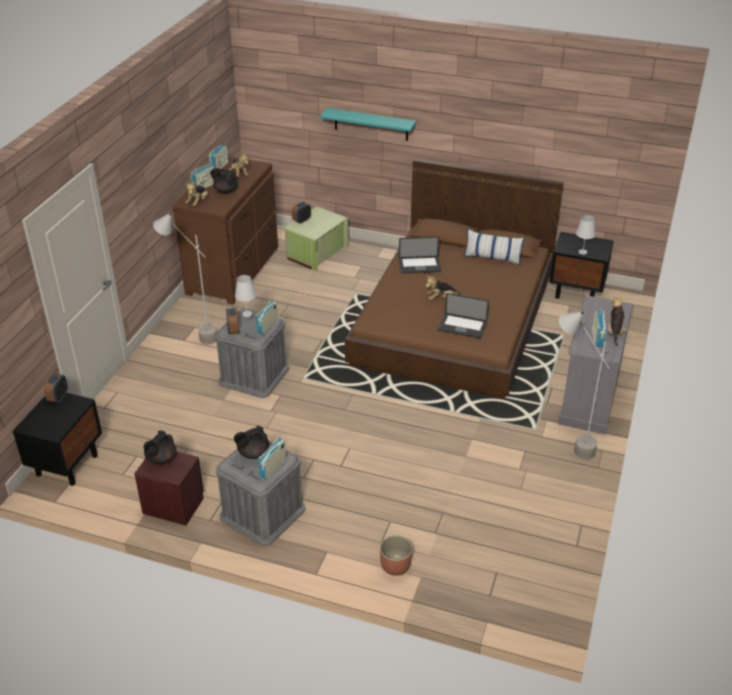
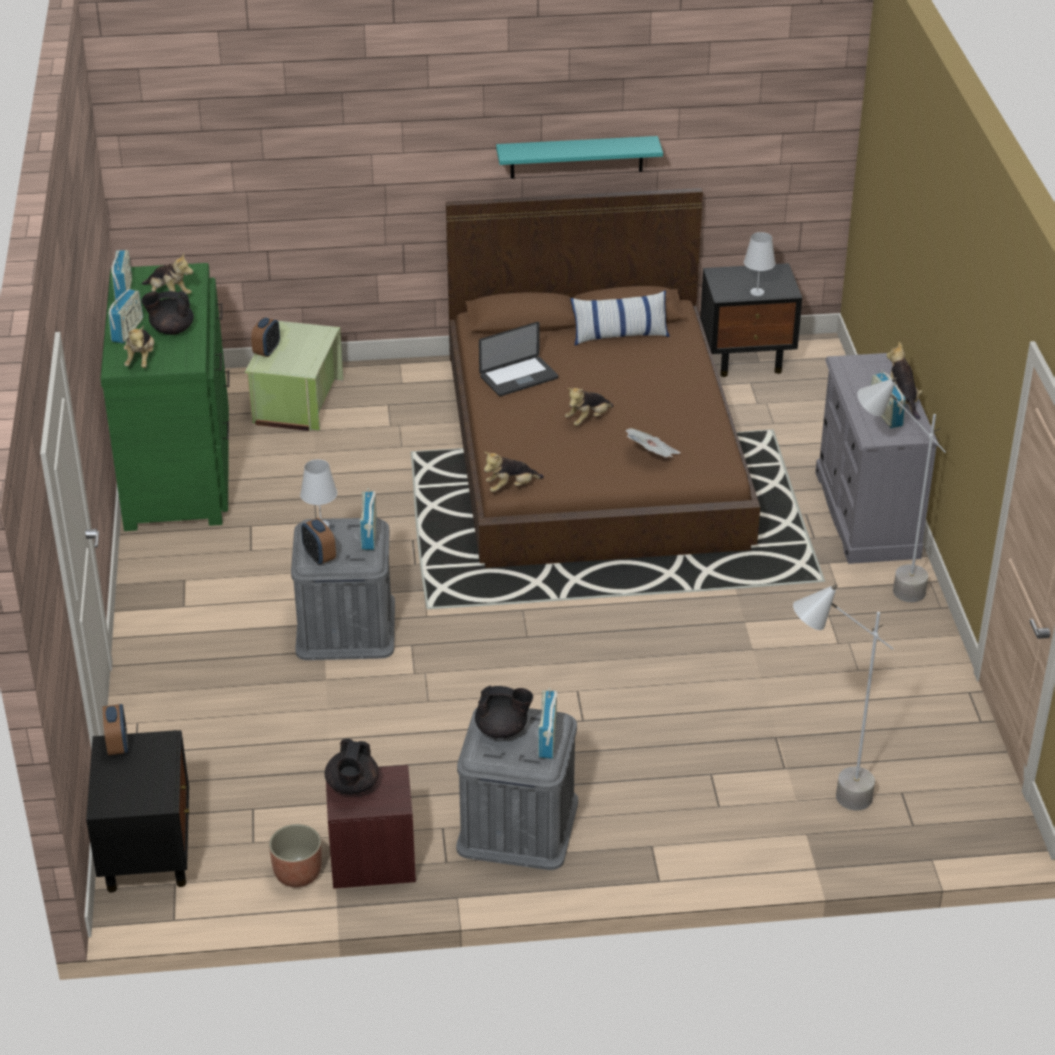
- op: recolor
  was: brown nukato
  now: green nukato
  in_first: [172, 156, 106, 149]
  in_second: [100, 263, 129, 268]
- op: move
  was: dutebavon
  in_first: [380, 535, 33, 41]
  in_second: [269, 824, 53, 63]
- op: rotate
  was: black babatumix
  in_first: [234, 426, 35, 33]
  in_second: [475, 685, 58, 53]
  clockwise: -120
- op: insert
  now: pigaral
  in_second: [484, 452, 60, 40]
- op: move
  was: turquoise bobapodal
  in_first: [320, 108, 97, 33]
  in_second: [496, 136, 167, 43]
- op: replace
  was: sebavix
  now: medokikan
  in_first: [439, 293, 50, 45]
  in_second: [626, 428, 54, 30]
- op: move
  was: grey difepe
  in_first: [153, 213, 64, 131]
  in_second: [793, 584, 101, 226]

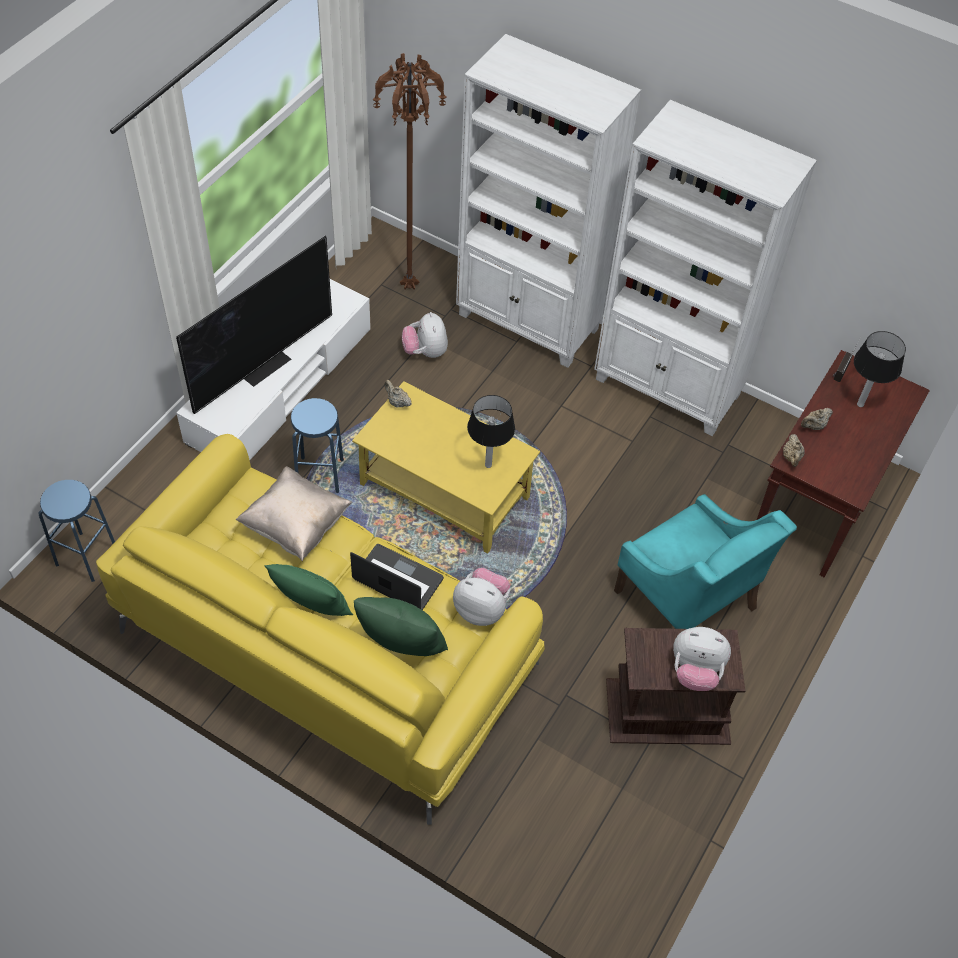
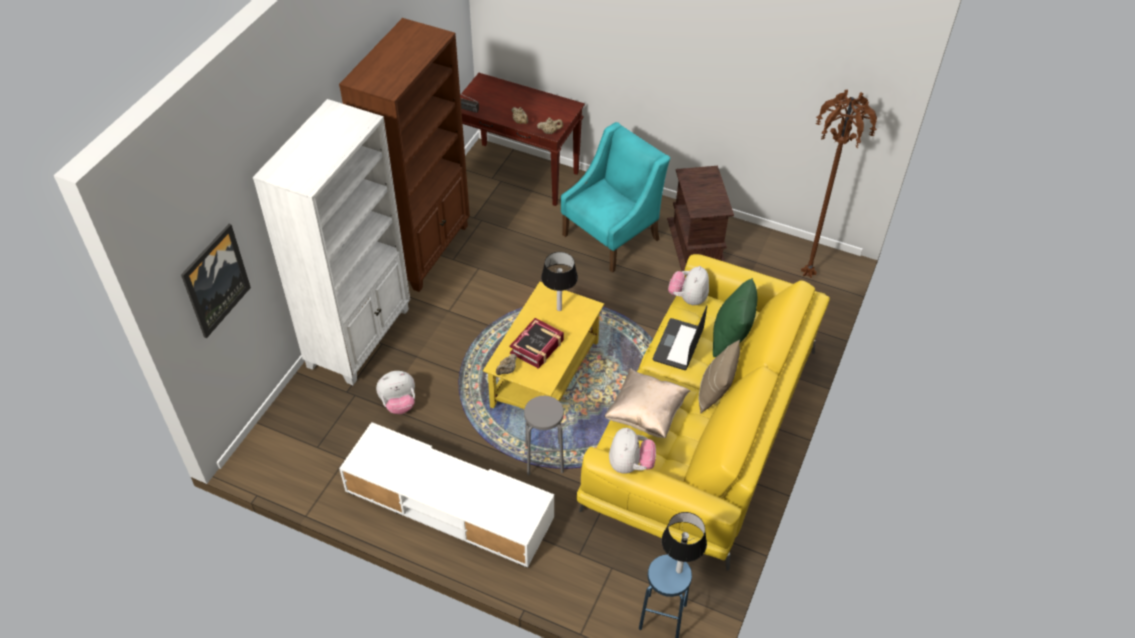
- op: insert
  now: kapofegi
  in_second: [181, 224, 70, 115]
- op: recolor
  was: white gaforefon
  now: brown gaforefon
  in_first: [594, 100, 223, 336]
  in_second: [339, 18, 131, 274]
- op: insert
  now: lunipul
  in_second: [509, 318, 55, 51]
- op: recolor
  was: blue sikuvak
  now: grey sikuvak
  in_first: [291, 398, 53, 95]
  in_second: [524, 396, 40, 80]
- op: move
  was: pigaral
  in_first: [673, 627, 58, 64]
  in_second: [609, 428, 47, 46]
- op: move
  was: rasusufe
  in_first: [854, 331, 52, 76]
  in_second: [662, 512, 45, 61]
- op: recolor
  was: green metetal
  now: beige metetal
  in_first: [264, 564, 89, 52]
  in_second: [699, 340, 41, 74]
- op: move
  was: brown difepe
  in_first: [372, 53, 75, 236]
  in_second: [801, 90, 76, 188]
- op: delete
  was: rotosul
  in_first: [176, 236, 156, 178]

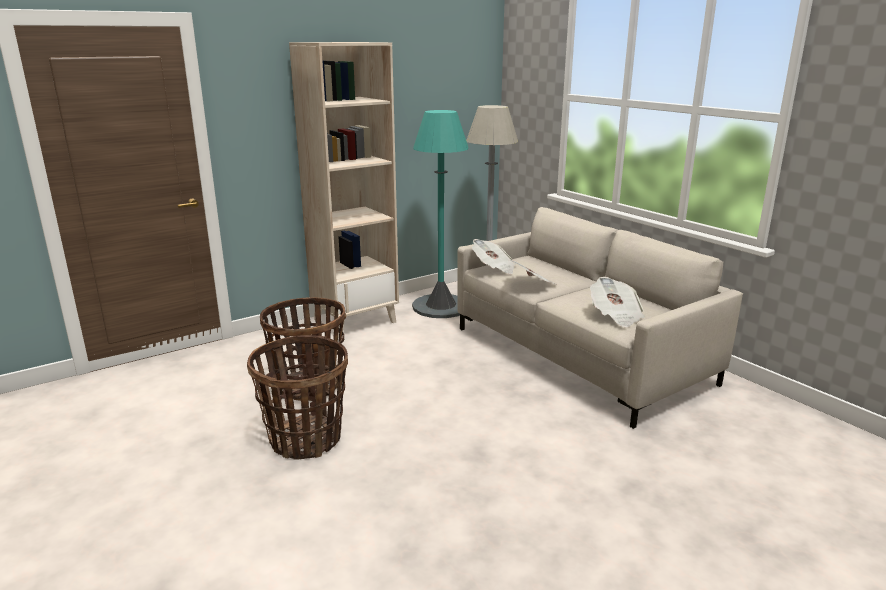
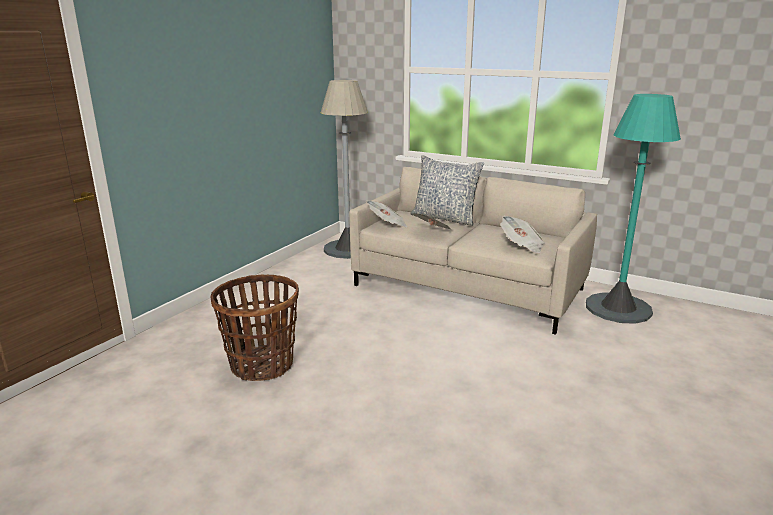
- op: insert
  now: metetal
  in_second: [410, 155, 74, 71]
- op: move
  was: turquoise difepe
  in_first: [412, 110, 57, 208]
  in_second: [586, 94, 95, 230]
- op: delete
  was: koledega
  in_first: [247, 335, 101, 125]
- op: delete
  was: beige gaforefon
  in_first: [289, 42, 110, 296]

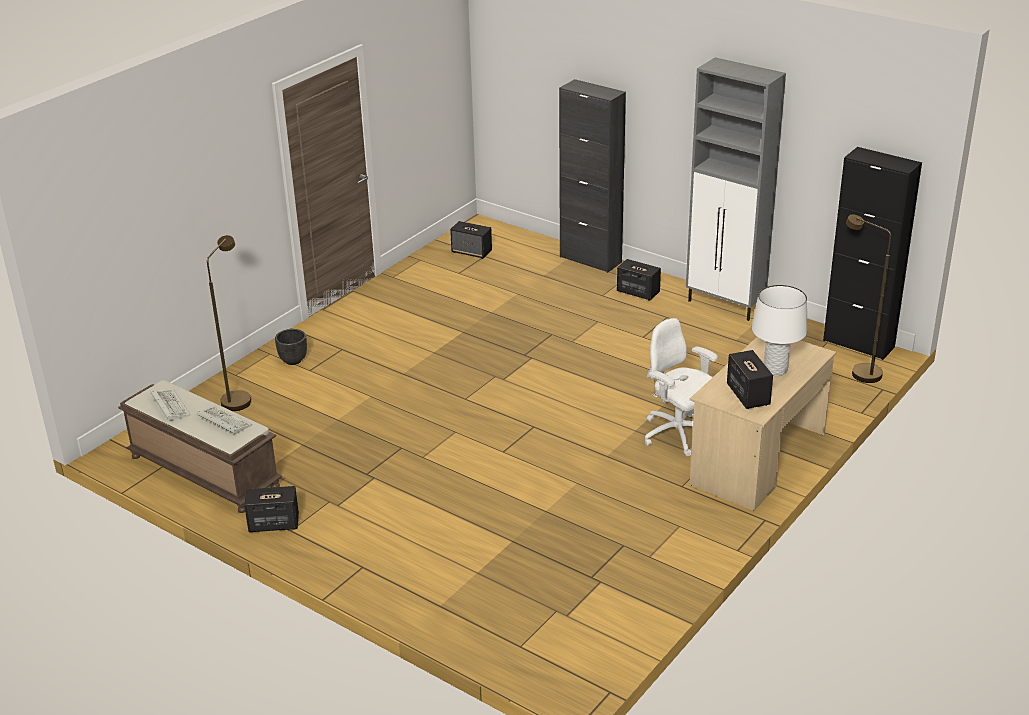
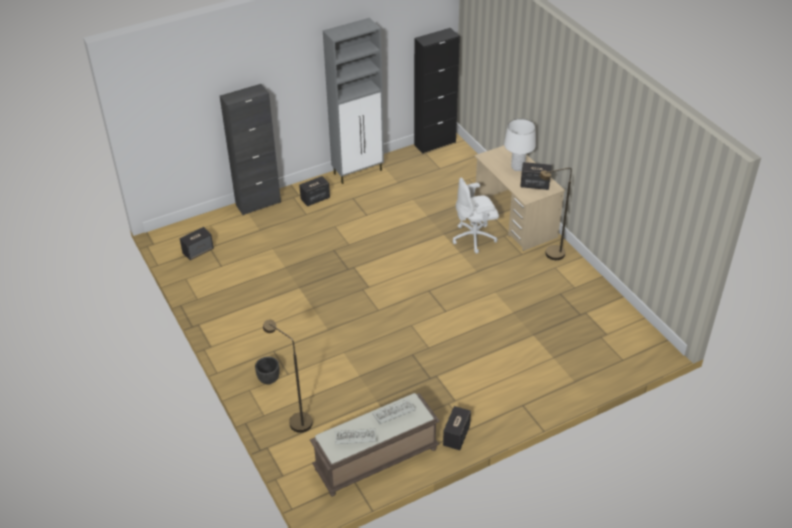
- op: move
  was: brown difepe
  in_first: [846, 214, 45, 169]
  in_second: [539, 168, 33, 92]

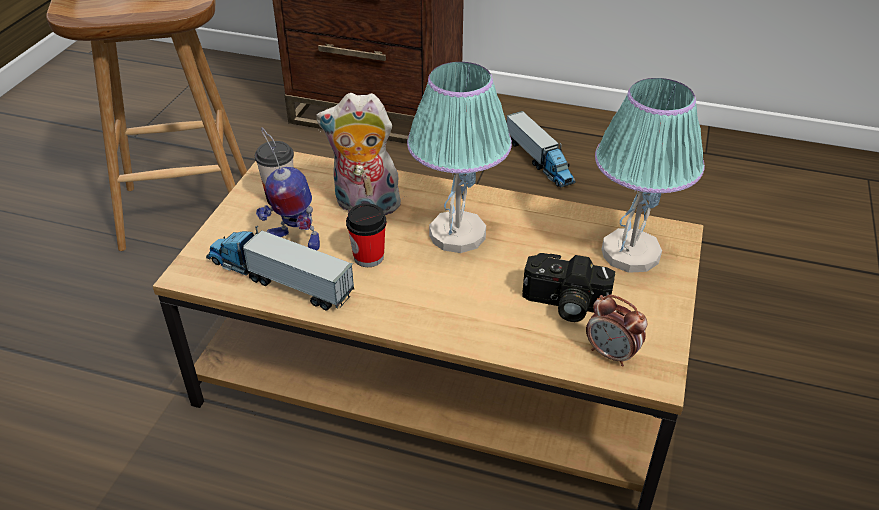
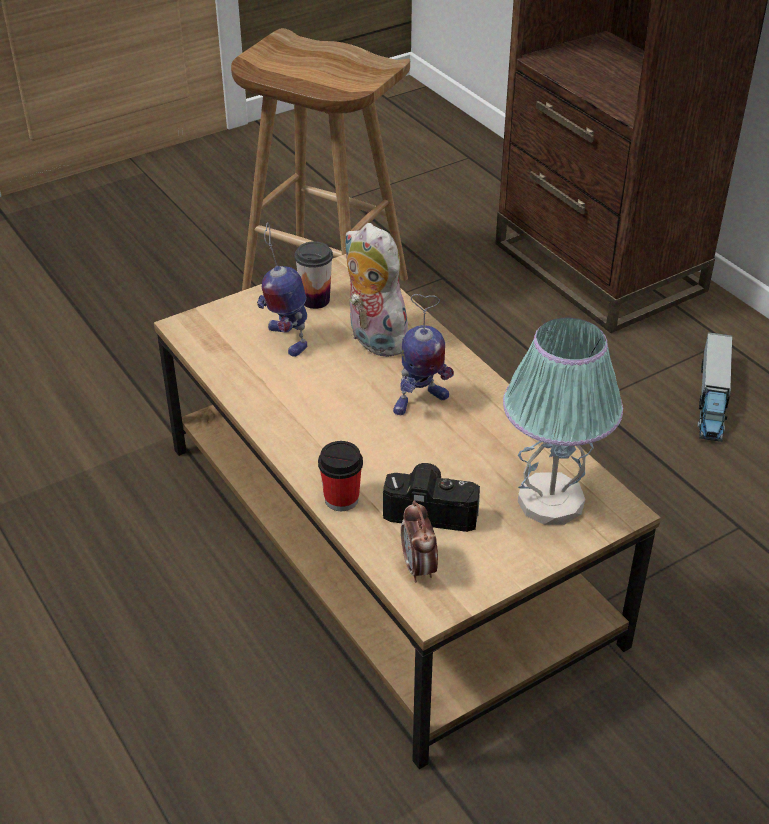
- op: move
  was: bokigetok
  in_first: [346, 203, 41, 64]
  in_second: [318, 441, 45, 70]
- op: rotate
  was: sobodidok
  in_first: [522, 253, 93, 69]
  in_second: [383, 463, 97, 69]
  clockwise: 135
- op: replace
  was: rasusufe
  now: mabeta
  in_first: [407, 62, 105, 191]
  in_second: [393, 294, 61, 121]
- op: delete
  was: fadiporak
  in_first: [206, 226, 148, 84]

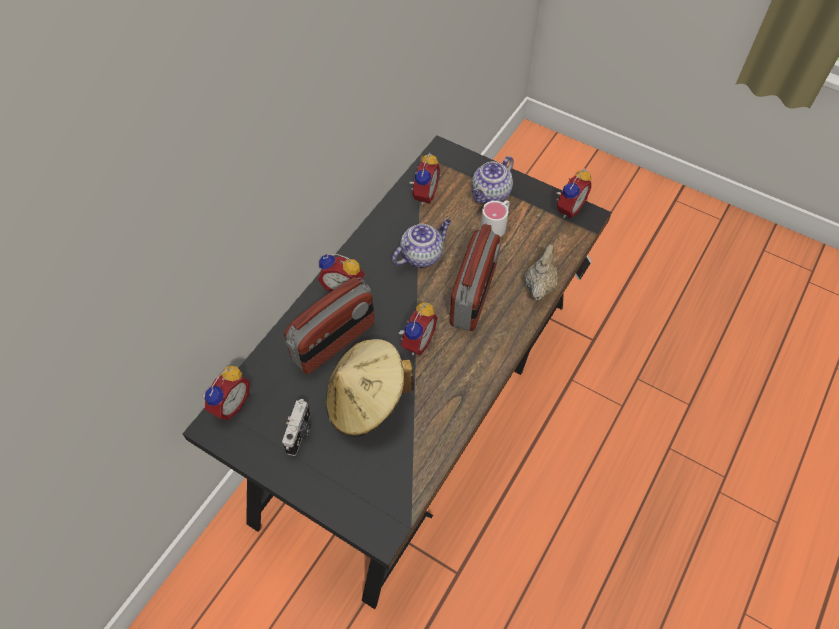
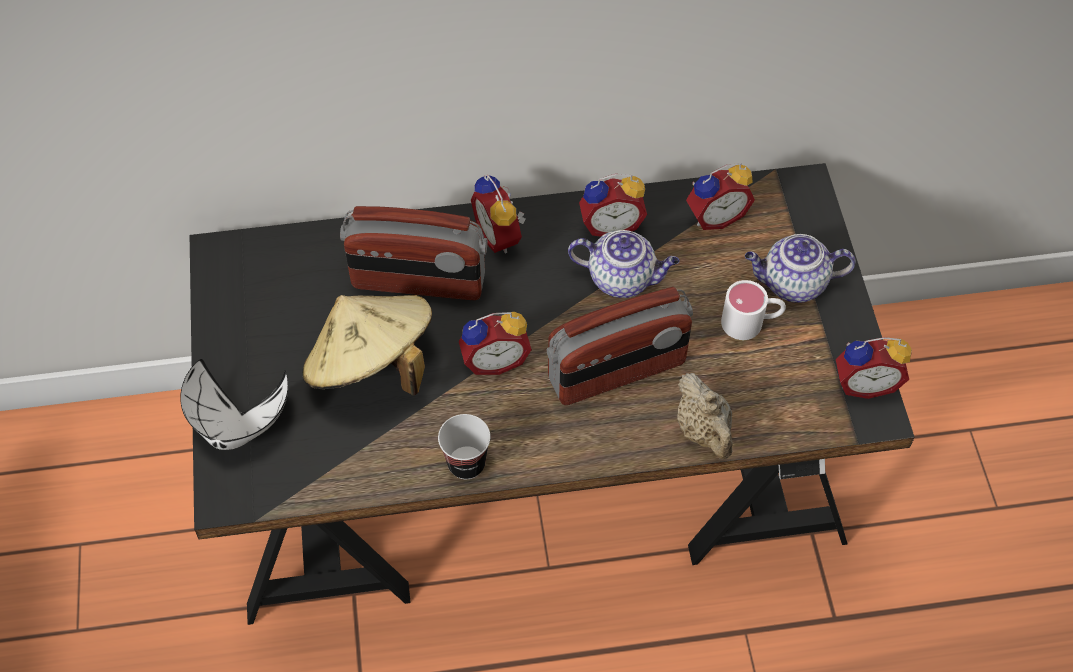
- op: insert
  now: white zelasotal
  in_second: [180, 359, 108, 91]
- op: insert
  now: bokigetok
  in_second: [438, 414, 53, 65]
- op: move
  was: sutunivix
  in_first: [202, 366, 48, 54]
  in_second: [579, 174, 68, 63]
- op: rotate
  was: beige babatumix
  in_first: [524, 244, 34, 56]
  in_second: [677, 373, 56, 86]
  clockwise: 90
- op: delete
  was: sobodidok
  in_first: [282, 399, 29, 57]

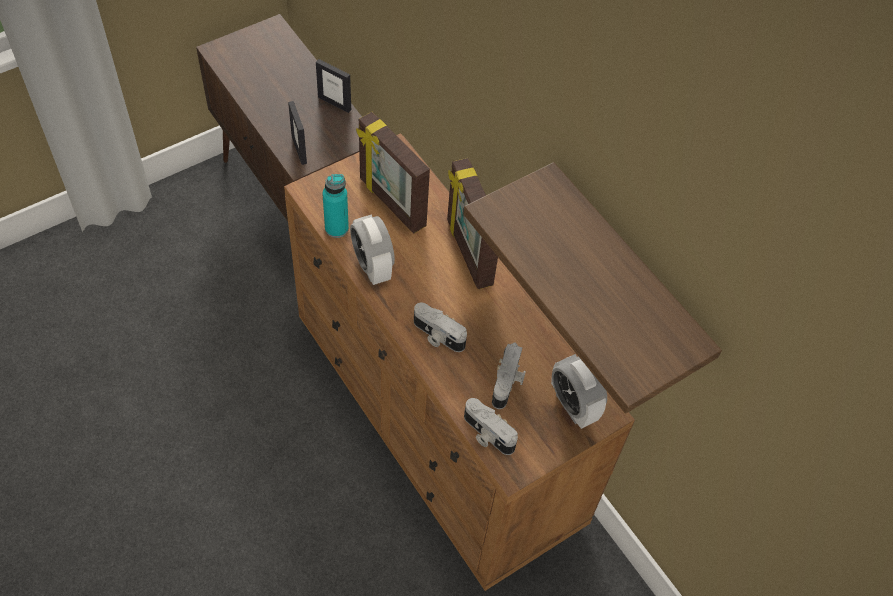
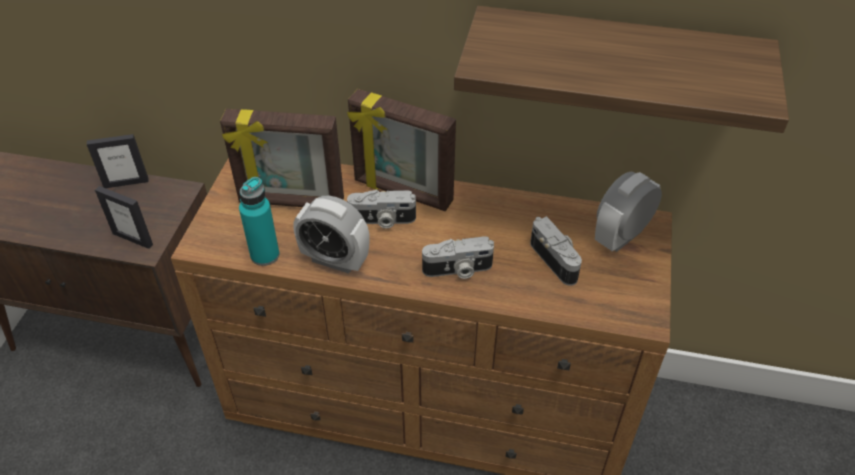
- op: move
  was: sobodidok
  in_first: [464, 398, 54, 57]
  in_second: [347, 190, 69, 39]
- op: rotate
  was: sutunivix
  in_first: [551, 354, 56, 75]
  in_second: [595, 172, 67, 80]
  clockwise: 120

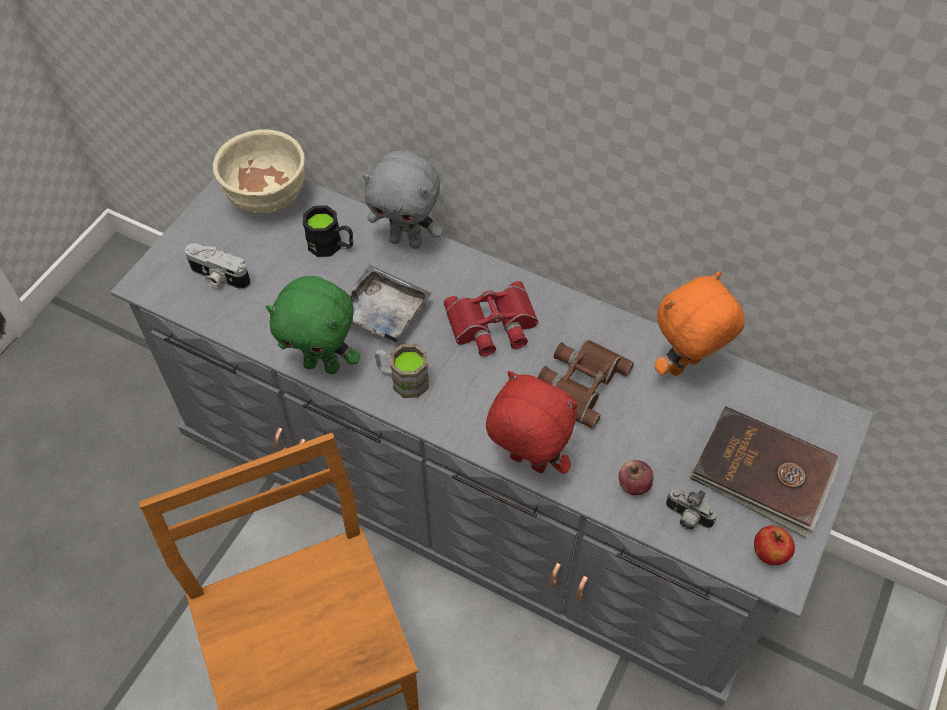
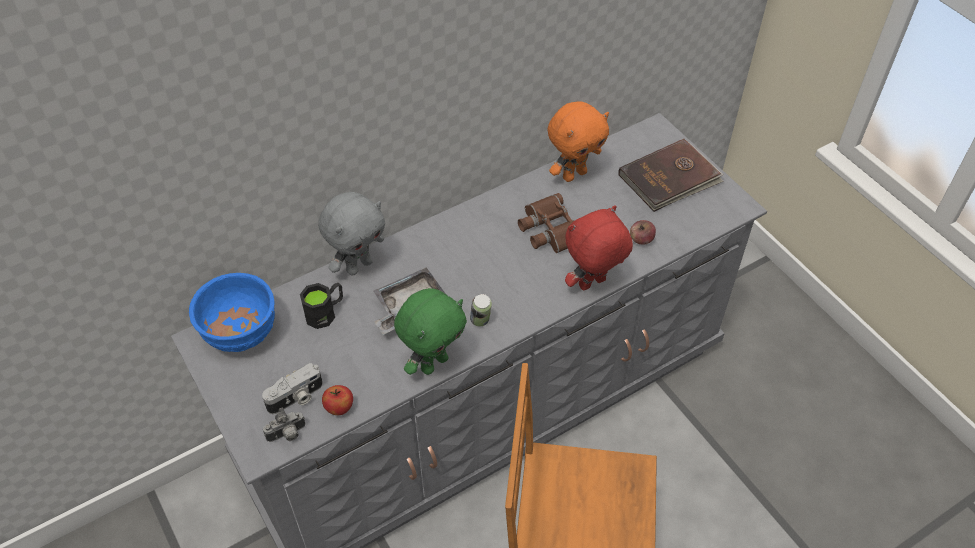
- op: recolor
  was: beige zelasotal
  now: blue zelasotal
  in_first: [213, 130, 92, 83]
  in_second: [189, 273, 86, 79]
- op: move
  was: sobodidok
  in_first: [666, 489, 51, 41]
  in_second: [263, 408, 42, 34]
- op: move
  was: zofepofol
  in_first: [754, 525, 41, 40]
  in_second: [322, 385, 31, 30]
- op: replace
  was: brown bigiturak
  now: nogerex
  in_first: [375, 344, 54, 54]
  in_second: [470, 294, 22, 33]
- op: rotate
  was: orange pigaral
  in_first: [655, 271, 90, 105]
  in_second: [548, 101, 61, 81]
  clockwise: -120
- op: delete
  was: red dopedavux
  in_first: [444, 281, 94, 75]

